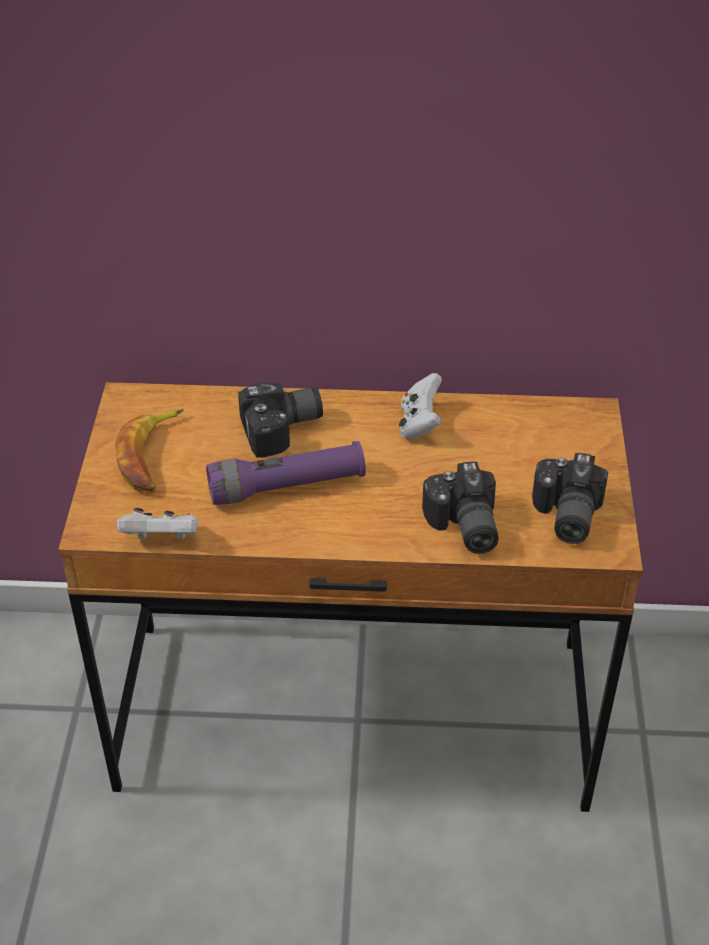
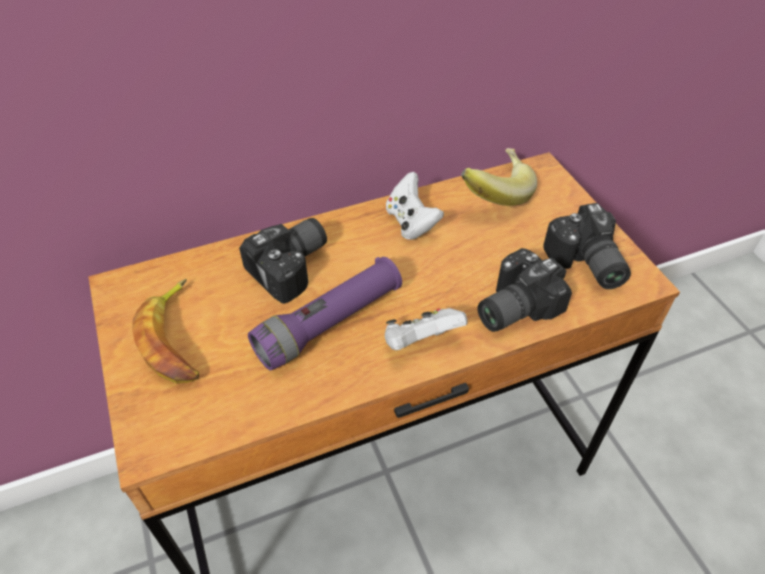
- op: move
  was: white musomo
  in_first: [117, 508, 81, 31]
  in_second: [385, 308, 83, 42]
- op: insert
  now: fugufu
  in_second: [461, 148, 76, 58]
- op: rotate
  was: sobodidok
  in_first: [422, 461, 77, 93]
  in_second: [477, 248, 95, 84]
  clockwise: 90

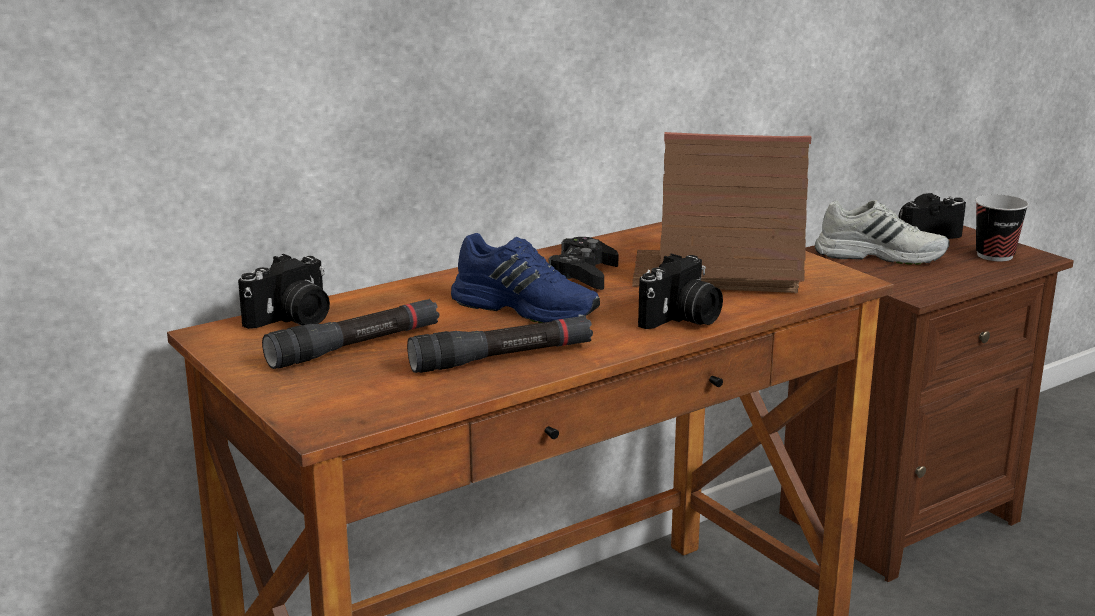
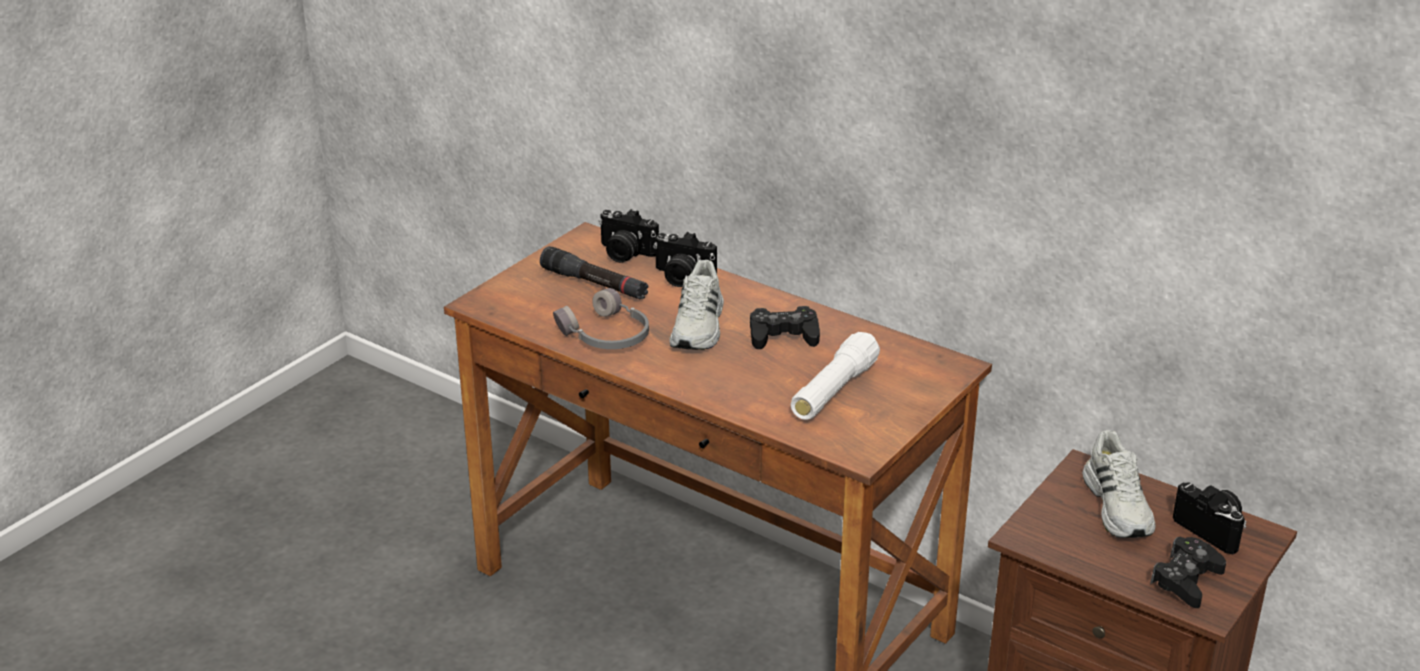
- op: replace
  was: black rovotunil
  now: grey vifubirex
  in_first: [407, 316, 186, 57]
  in_second: [553, 288, 96, 61]
- op: move
  was: sobodidok
  in_first: [638, 254, 85, 75]
  in_second: [653, 232, 64, 55]
- op: recolor
  was: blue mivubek
  now: white mivubek
  in_first: [451, 233, 149, 90]
  in_second: [669, 260, 55, 90]
- op: replace
  was: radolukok
  now: white rovotunil
  in_first: [632, 132, 180, 162]
  in_second: [791, 332, 89, 88]
- op: replace
  was: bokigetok
  now: black musomo
  in_first: [975, 194, 54, 67]
  in_second: [1150, 537, 76, 71]

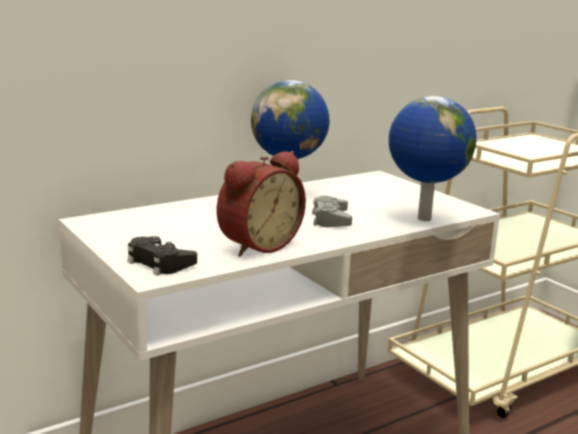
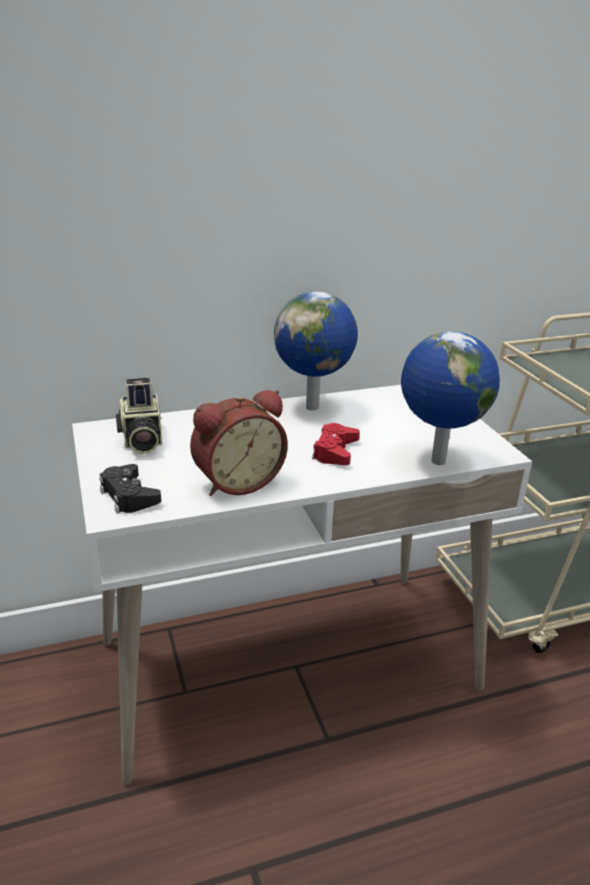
- op: insert
  now: sobodidok
  in_second: [116, 378, 46, 76]
- op: recolor
  was: grey musomo
  now: red musomo
  in_first: [312, 196, 40, 31]
  in_second: [312, 423, 48, 42]

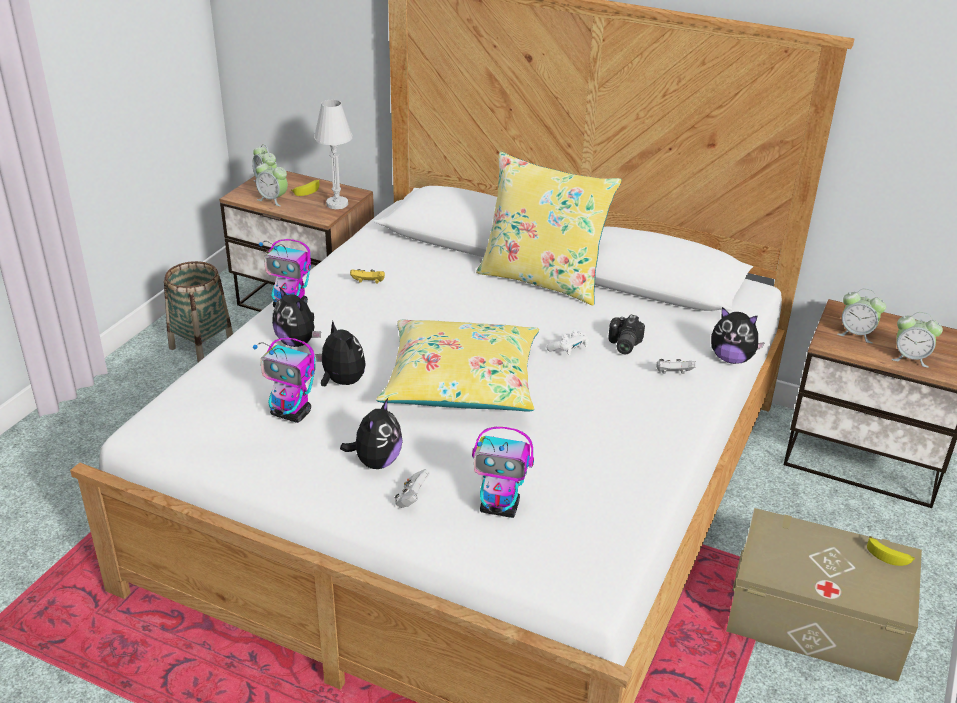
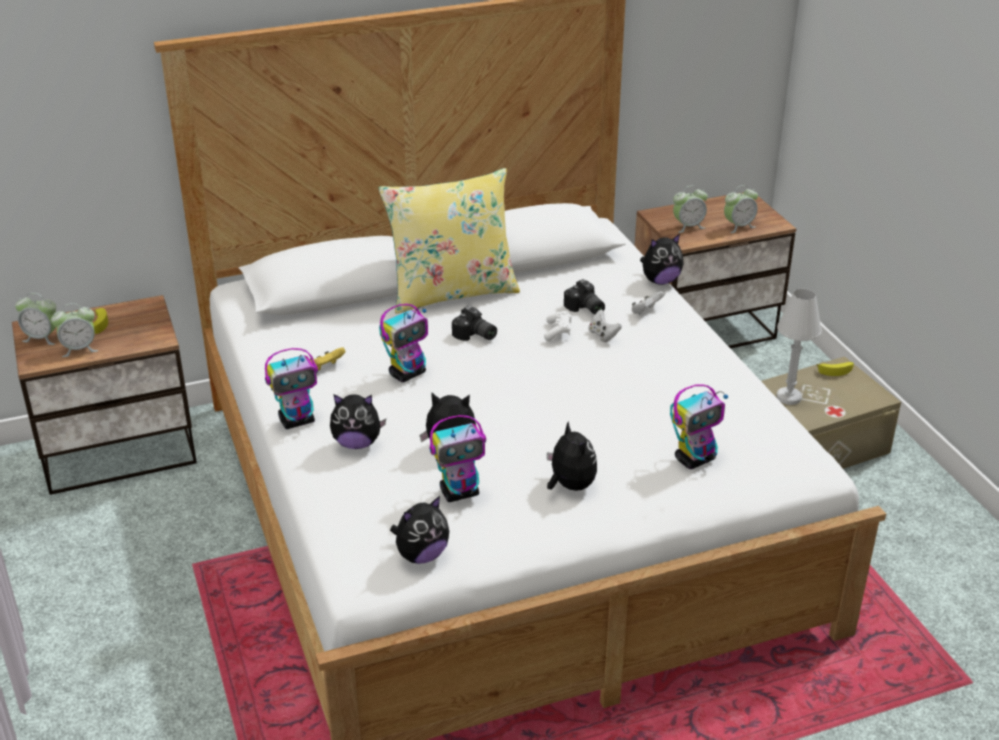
- op: insert
  now: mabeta
  in_second: [379, 304, 49, 78]
- op: insert
  now: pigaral
  in_second: [390, 496, 59, 68]
- op: insert
  now: sobodidok
  in_second: [452, 306, 45, 35]
- op: move
  was: white musomo
  in_first: [395, 469, 35, 39]
  in_second: [589, 309, 33, 33]
- op: move
  was: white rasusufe
  in_first: [314, 100, 39, 109]
  in_second: [776, 289, 46, 116]
- op: delete
  was: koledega
  in_first: [164, 261, 69, 101]
- op: delete
  was: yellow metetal
  in_first: [376, 320, 163, 92]

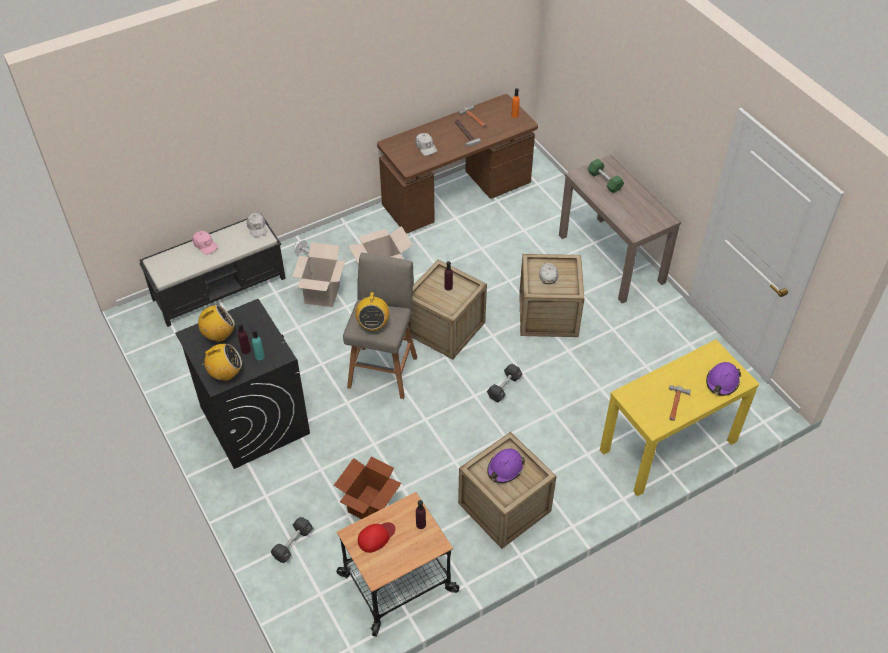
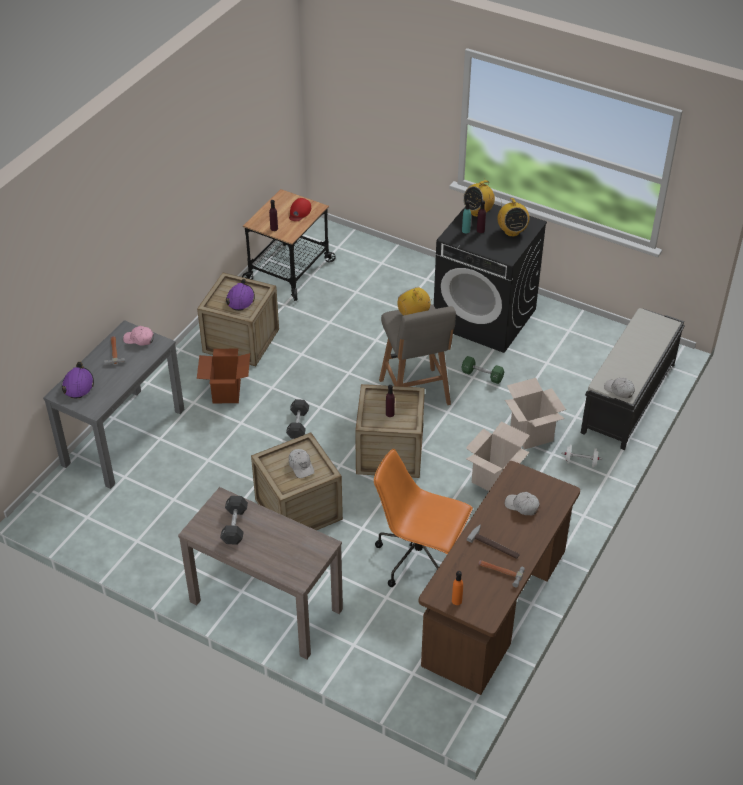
- op: recolor
  was: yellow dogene
  now: grey dogene
  in_first: [600, 339, 160, 157]
  in_second: [43, 320, 141, 169]
- op: move
  was: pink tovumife
  in_first: [192, 231, 26, 24]
  in_second: [123, 326, 31, 20]
- op: move
  was: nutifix
  in_first: [334, 457, 67, 62]
  in_second: [197, 349, 53, 54]
- op: move
  was: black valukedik
  in_first: [271, 517, 42, 46]
  in_second: [220, 496, 28, 49]
- op: insert
  now: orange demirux
  in_second: [374, 449, 99, 138]
- op: move
  was: green valukedik
  in_first: [587, 159, 37, 34]
  in_second: [461, 356, 43, 28]
- op: rotate
  was: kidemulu
  in_first: [198, 305, 37, 37]
  in_second: [498, 198, 31, 39]
  clockwise: -45

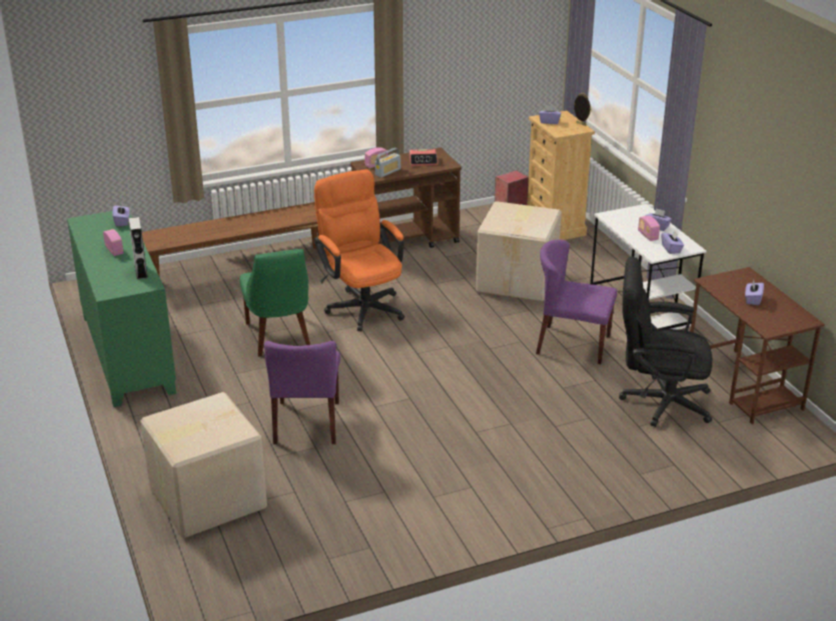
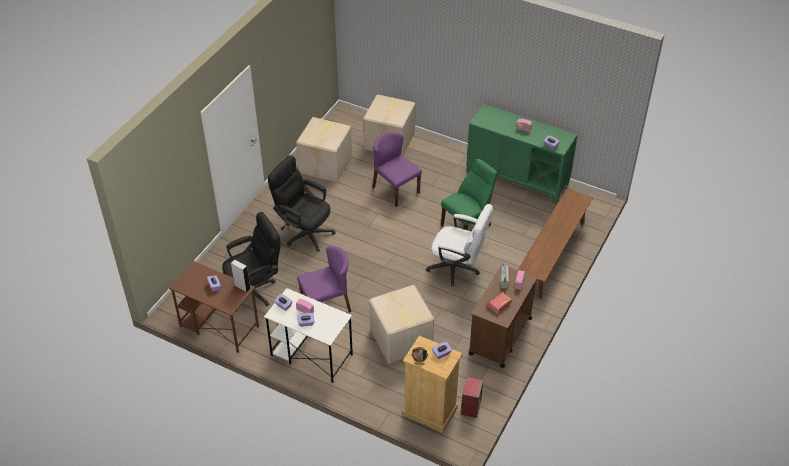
- op: move
  was: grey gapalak
  in_first: [128, 217, 20, 62]
  in_second: [231, 260, 20, 33]
- op: insert
  now: black demirux
  in_second: [268, 155, 67, 97]
- op: insert
  now: nutifix
  in_second: [296, 117, 56, 65]
- op: recolor
  was: orange demirux
  now: white demirux
  in_first: [314, 169, 91, 163]
  in_second: [426, 204, 67, 82]
- op: rotate
  was: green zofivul
  in_first: [240, 249, 70, 108]
  in_second: [441, 159, 56, 71]
  clockwise: 105

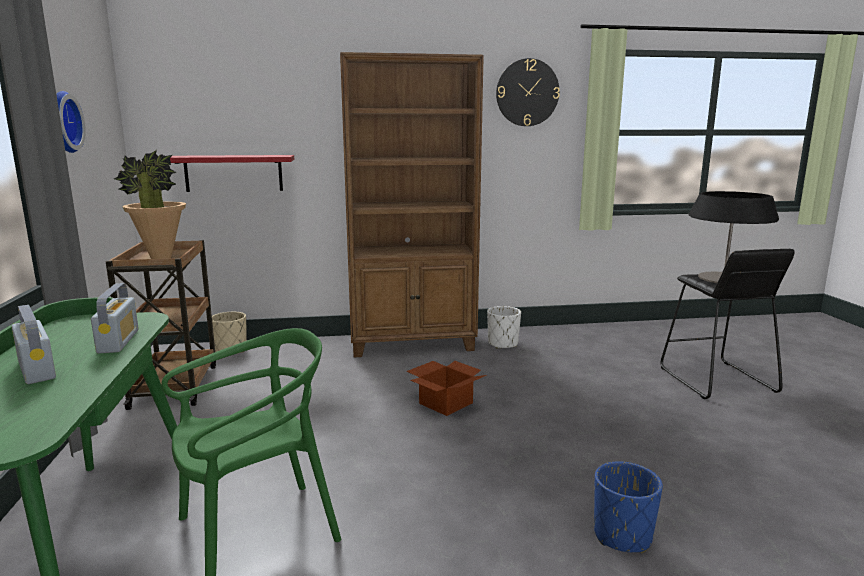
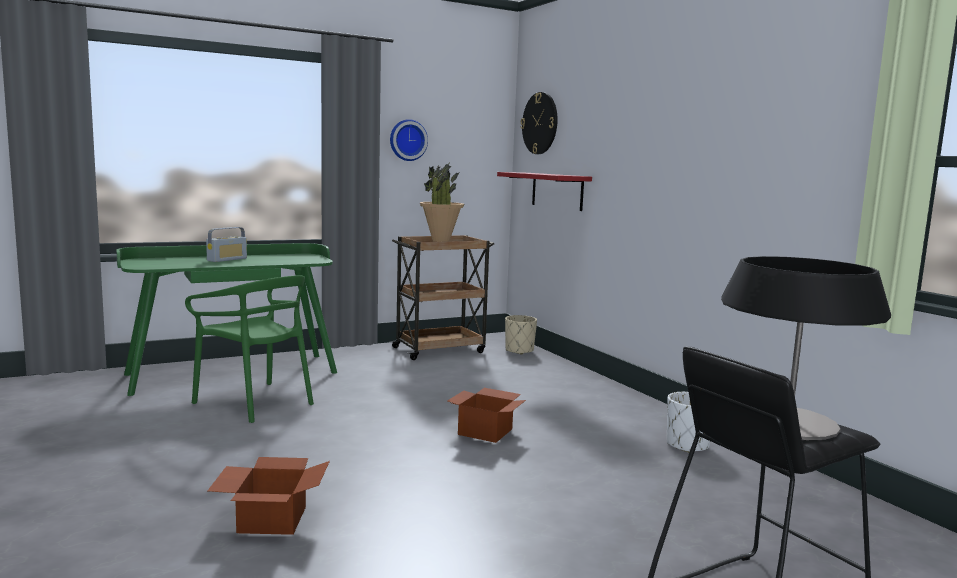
- op: replace
  was: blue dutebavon
  now: nutifix
  in_first: [594, 461, 69, 92]
  in_second: [207, 457, 123, 78]
- op: move
  was: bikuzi
  in_first: [496, 58, 64, 68]
  in_second: [520, 92, 38, 62]
- op: delete
  was: kidemulu
  in_first: [91, 283, 48, 71]
- op: delete
  was: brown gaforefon
  in_first: [340, 52, 144, 305]

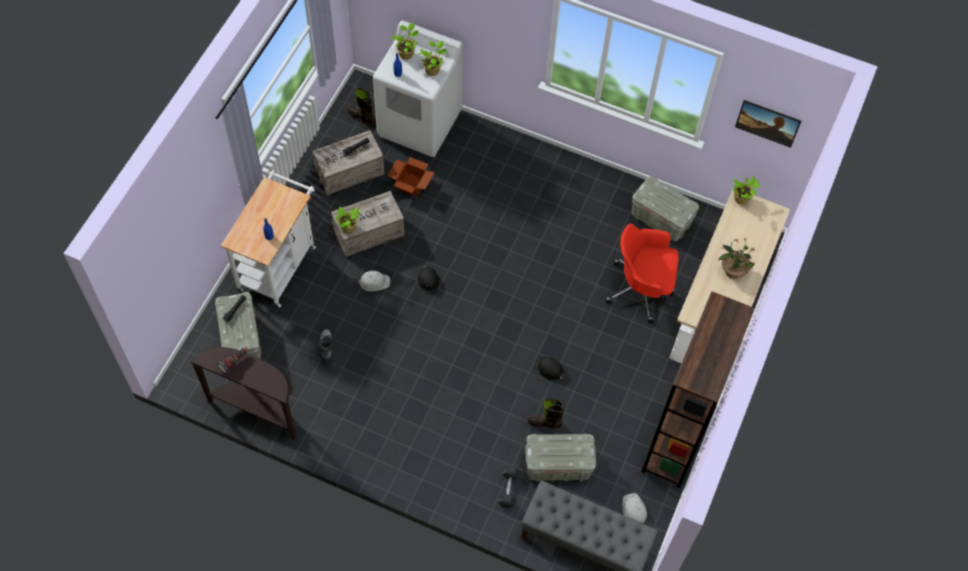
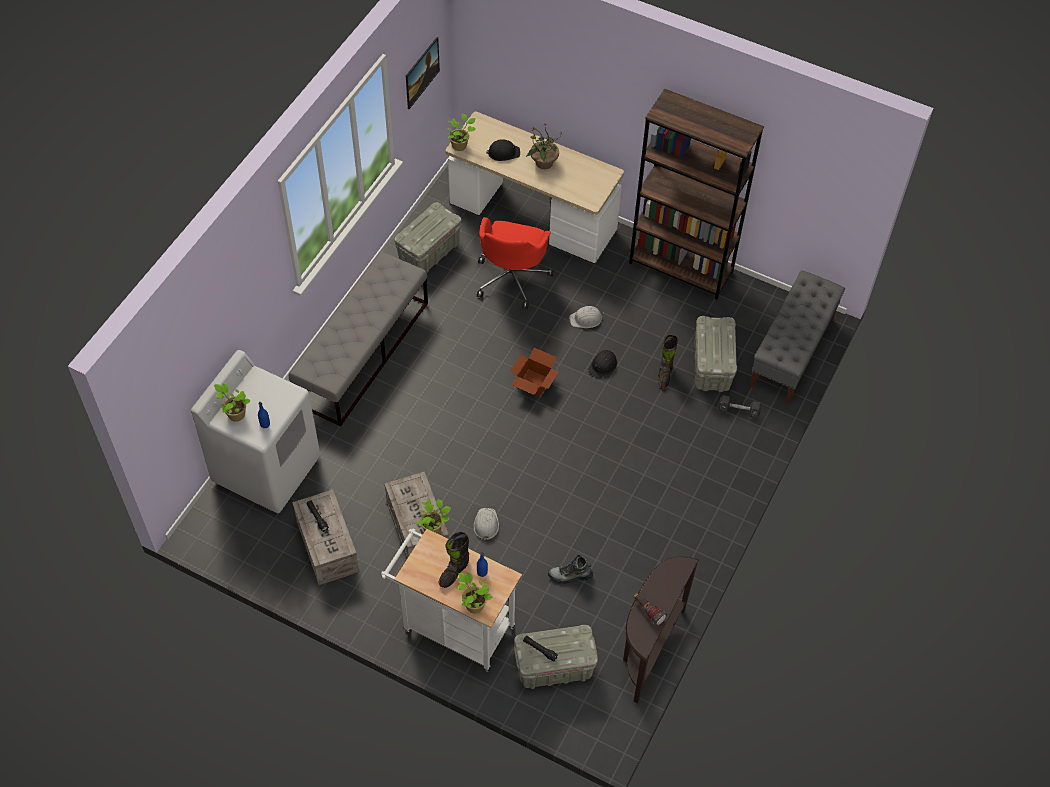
- op: insert
  now: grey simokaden
  in_second: [289, 251, 139, 176]
- op: move
  was: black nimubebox
  in_first: [347, 88, 27, 36]
  in_second: [438, 532, 31, 56]
- op: move
  was: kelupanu
  in_first: [419, 41, 28, 35]
  in_second: [458, 572, 35, 41]
- op: move
  was: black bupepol
  in_first: [417, 266, 22, 29]
  in_second: [486, 139, 34, 22]
- op: move
  was: nutifix
  in_first: [387, 157, 48, 40]
  in_second: [510, 347, 49, 50]
- op: move
  was: white bupepol
  in_first: [622, 493, 25, 30]
  in_second: [569, 306, 35, 22]

